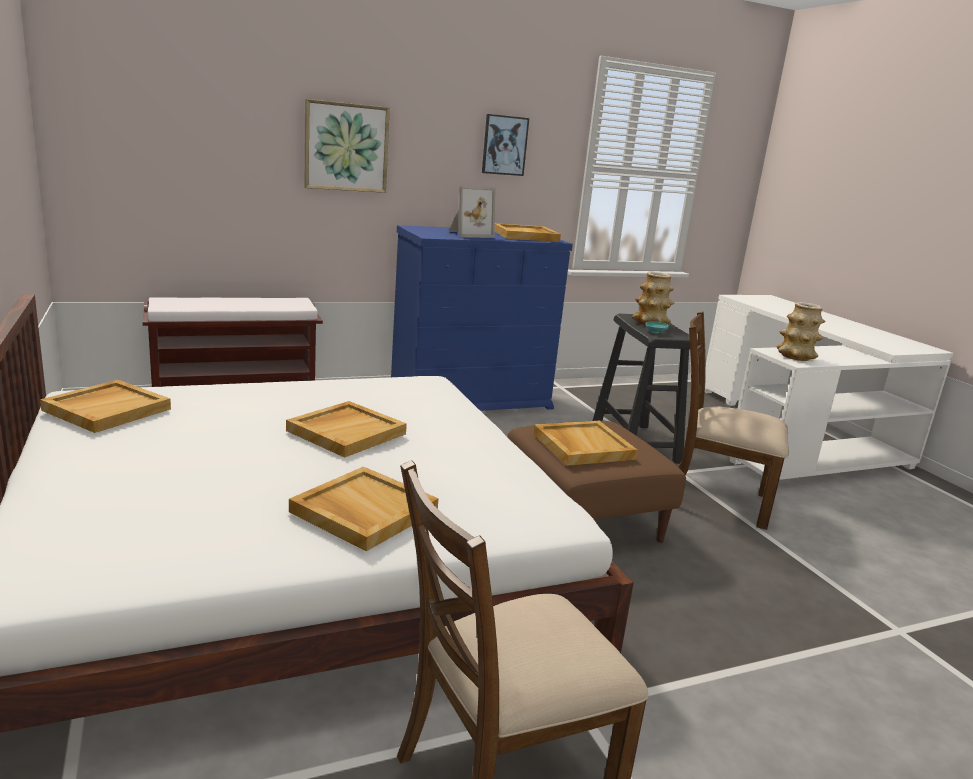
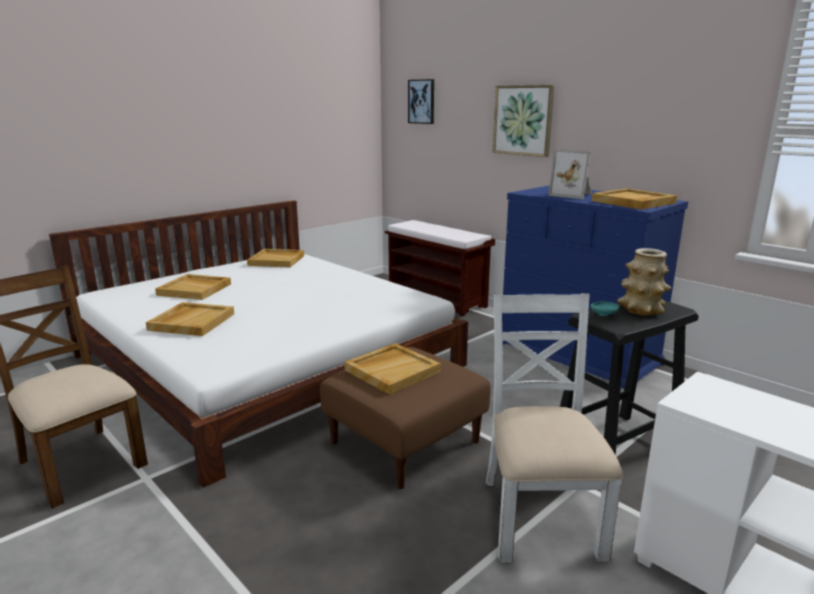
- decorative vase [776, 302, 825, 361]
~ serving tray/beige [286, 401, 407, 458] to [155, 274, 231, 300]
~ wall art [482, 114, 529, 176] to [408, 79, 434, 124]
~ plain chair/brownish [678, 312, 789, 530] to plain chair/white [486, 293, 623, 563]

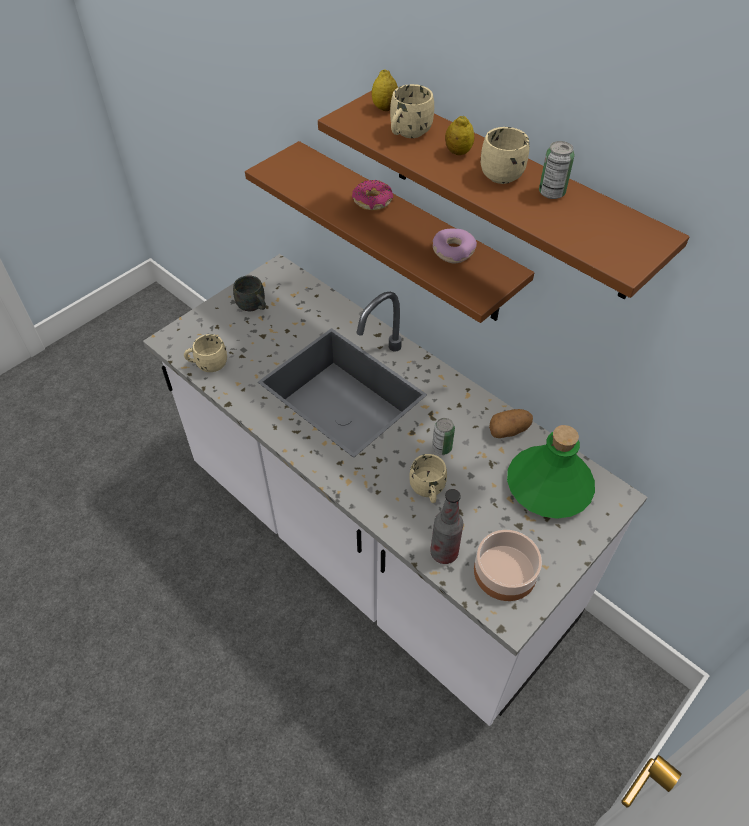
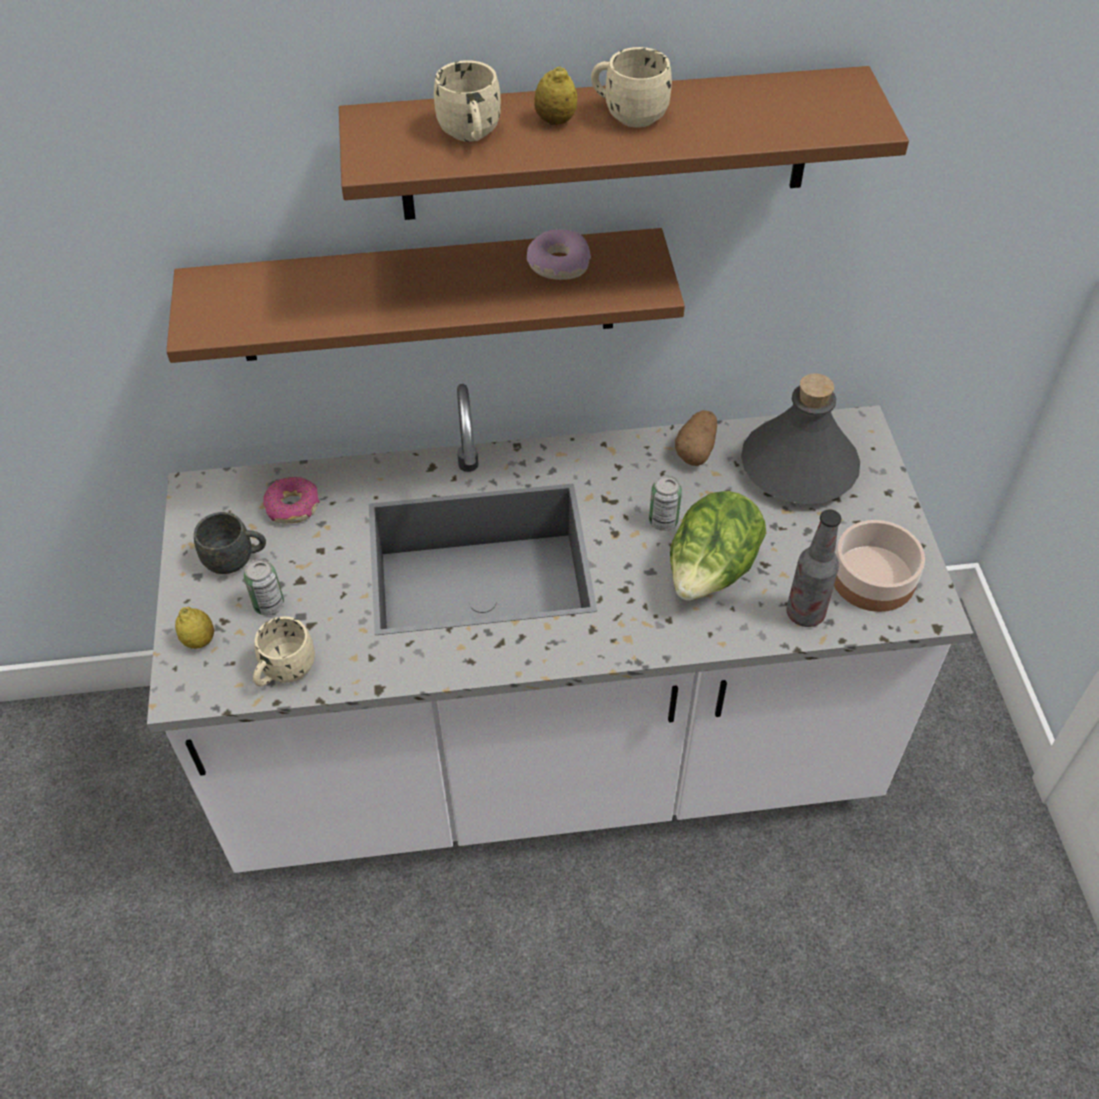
~ donut [352, 180, 393, 210] to [263, 477, 320, 523]
~ citrus fruit [372, 69, 398, 111] to [175, 607, 215, 649]
~ metal can [539, 141, 574, 199] to [244, 559, 284, 616]
~ coffee mug/beige [409, 454, 447, 503] to head of lettuce [670, 491, 766, 601]
~ drink bottle/greenish [507, 425, 595, 519] to drink bottle/gray [741, 373, 860, 504]

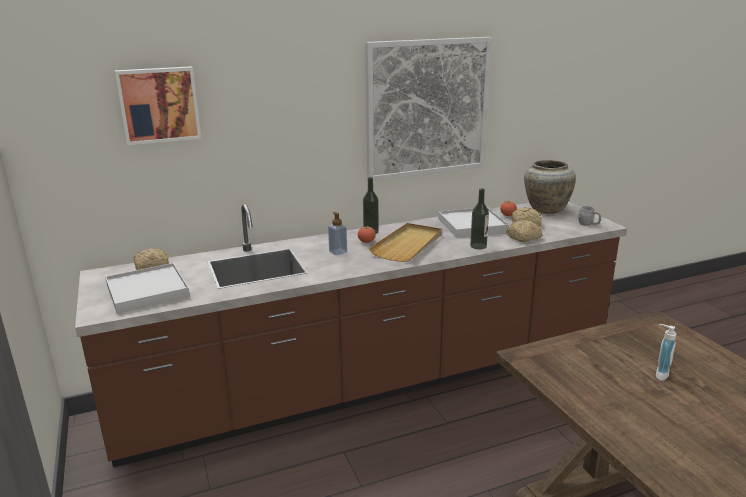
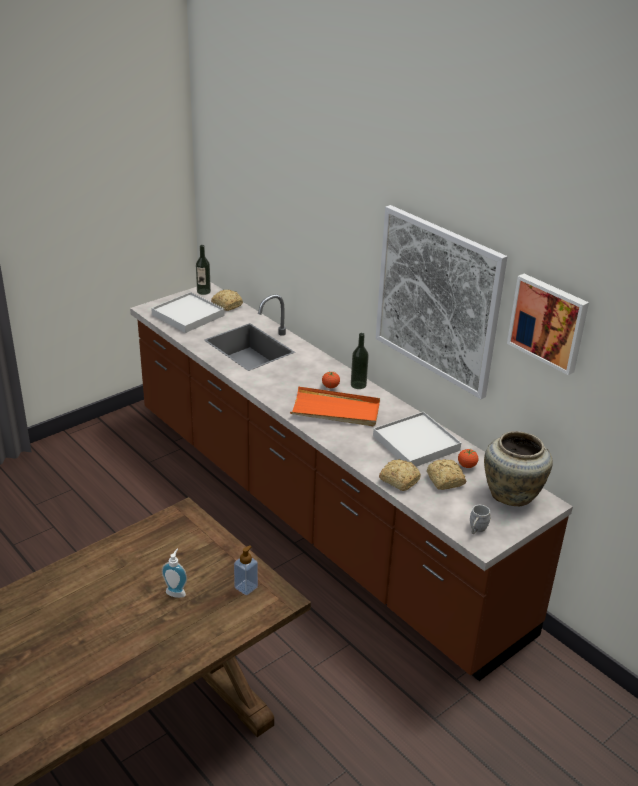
~ wall art [115, 66, 201, 145] to [507, 274, 589, 375]
~ soap bottle [328, 212, 347, 255] to [234, 545, 258, 595]
~ drink bottle [470, 188, 489, 249] to [196, 245, 211, 295]
~ serving tray/beige [369, 223, 442, 262] to serving tray/orange-coloured [290, 386, 380, 426]

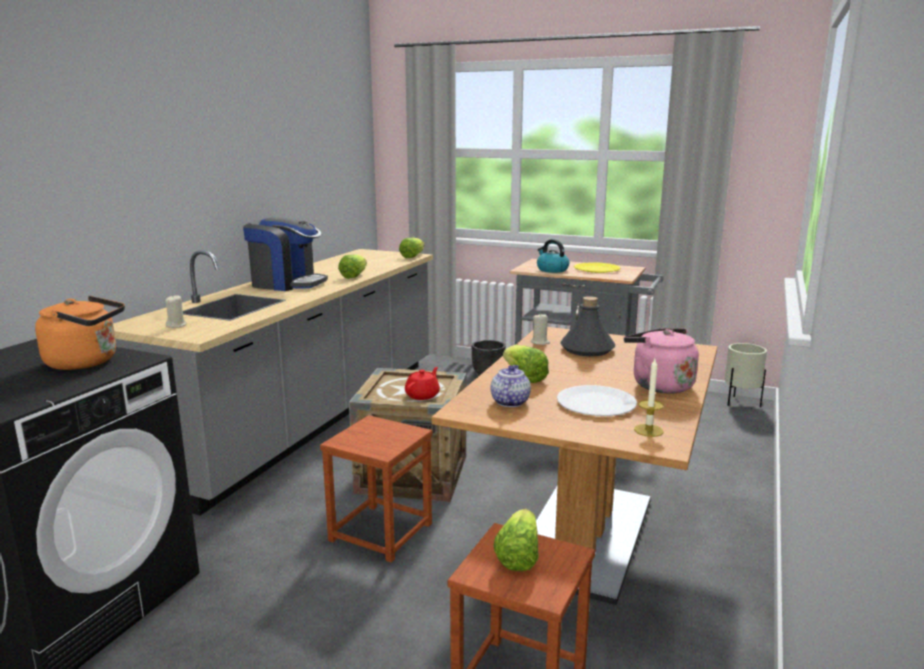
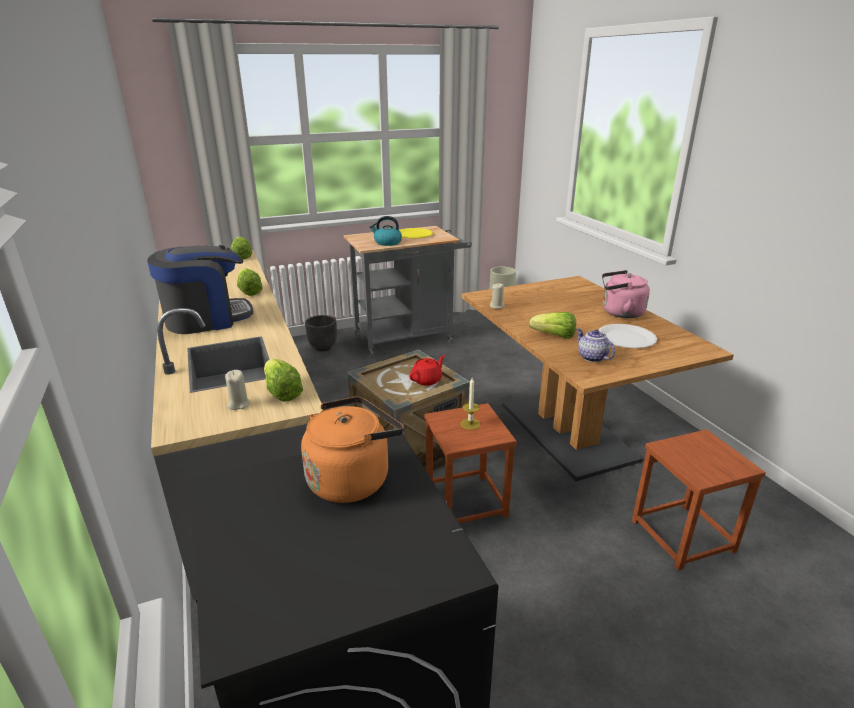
- drink bottle/gray [560, 296, 615, 356]
~ head of lettuce [493, 509, 538, 571] to [264, 358, 303, 402]
~ wax light [634, 359, 664, 437] to [460, 378, 481, 430]
~ tea pot/red [405, 367, 440, 400] = [409, 355, 445, 386] 60 degrees clockwise

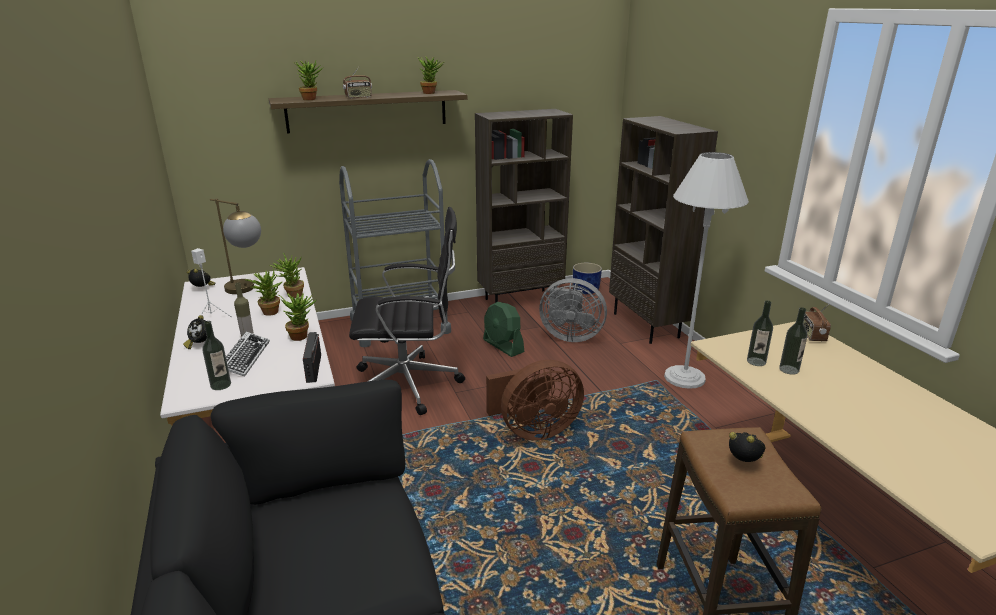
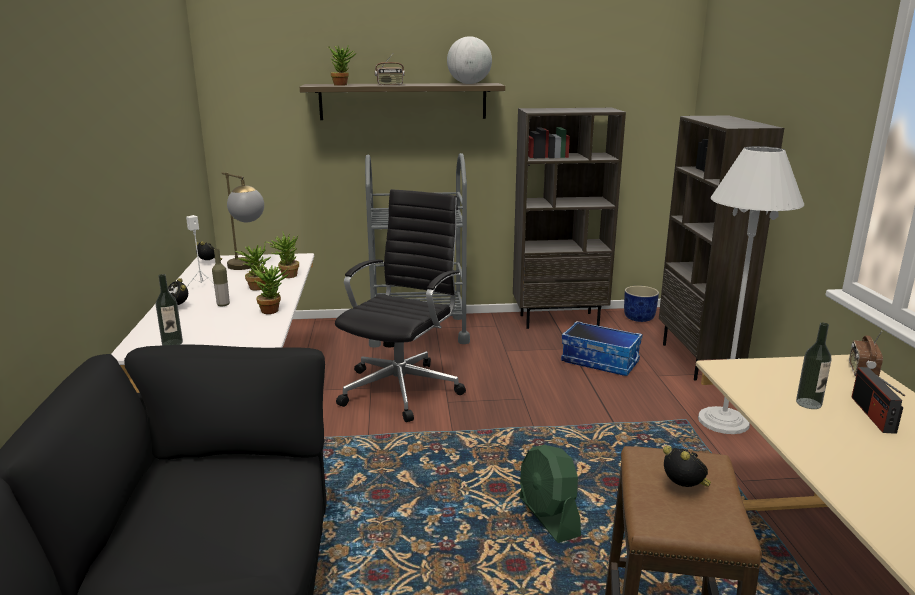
- computer keyboard [226, 332, 270, 377]
- fan/brownish [486, 360, 584, 440]
- drink bottle [747, 300, 773, 366]
~ radio receiver [303, 332, 321, 383] to [851, 367, 905, 434]
~ fan/greenish [483, 302, 525, 357] to [519, 445, 581, 543]
~ potted plant [418, 57, 444, 94] to desk globe [447, 36, 492, 84]
~ fan/gray [539, 278, 607, 342] to storage box [561, 321, 642, 376]
~ computer chair/black-coloured [349, 207, 465, 415] = [335, 189, 466, 422] 75 degrees counterclockwise

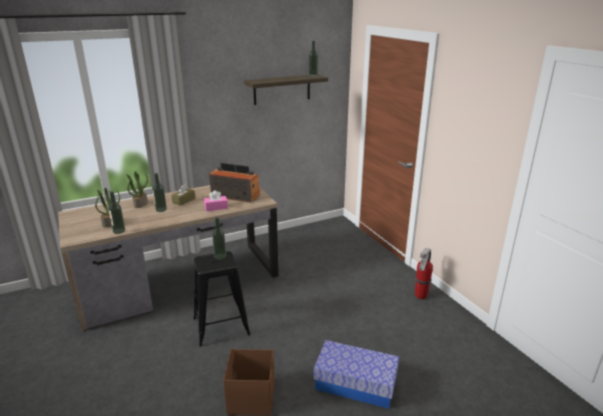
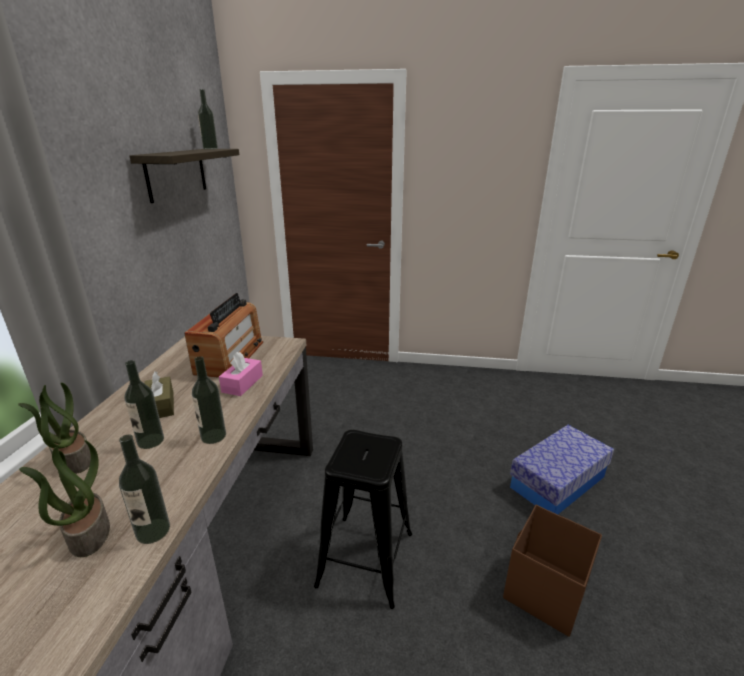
- extinguisher [415, 248, 433, 299]
~ drink bottle [212, 217, 226, 260] to [192, 356, 226, 444]
~ radio receiver [209, 163, 260, 203] = [184, 293, 263, 378] 135 degrees clockwise

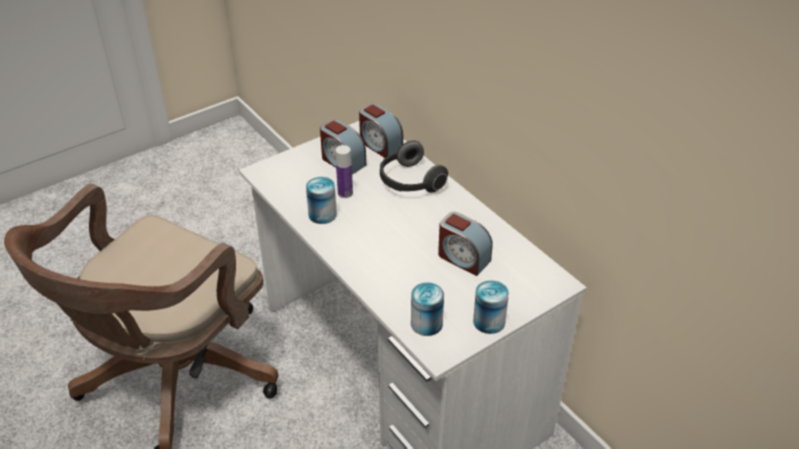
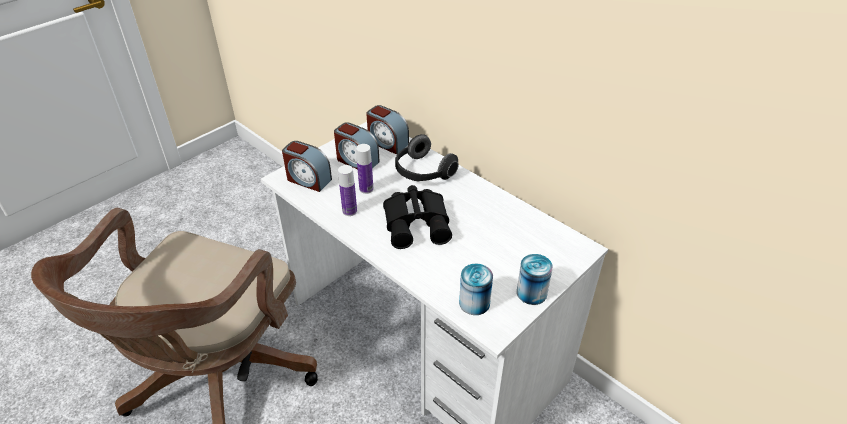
+ field glasses/black-coloured [383, 185, 452, 249]
~ bedside clock [438, 212, 493, 276] to [282, 141, 332, 192]
~ metal can [306, 177, 337, 224] to drink bottle [338, 165, 357, 216]

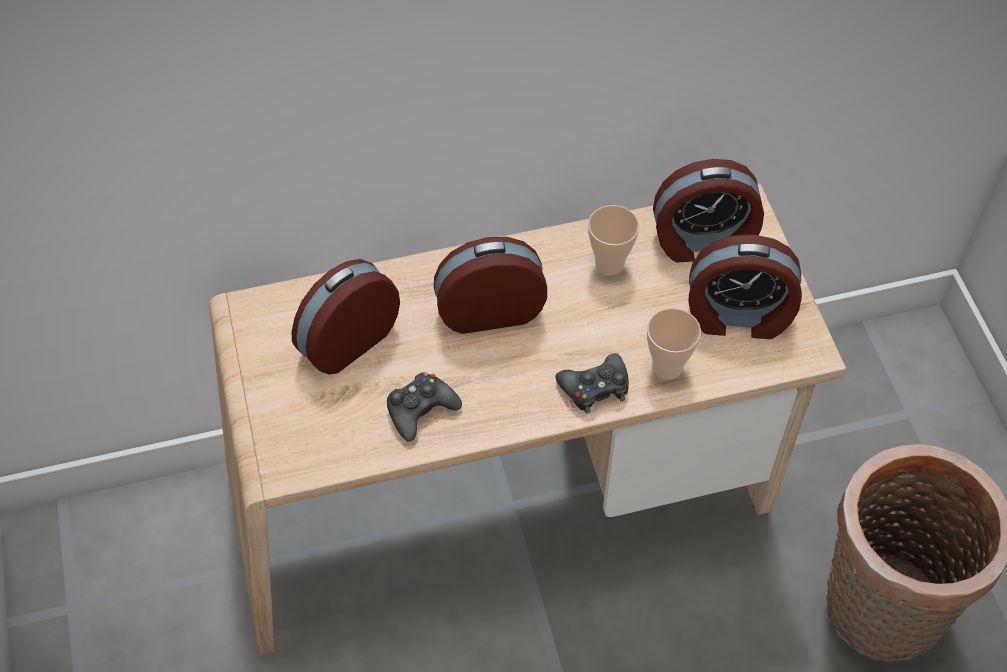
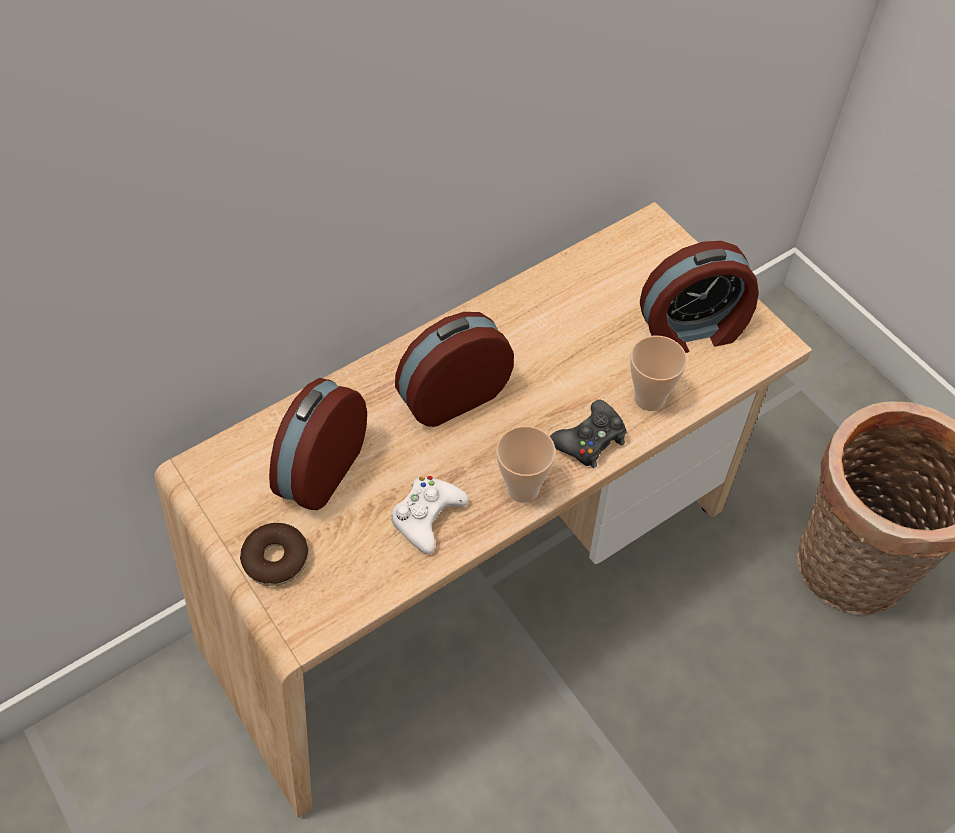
- bedside clock [653, 159, 764, 263]
+ donut [240, 523, 309, 586]
~ drinking cup [588, 205, 639, 276] to [496, 426, 556, 503]
~ joypad/black-coloured [387, 372, 462, 442] to joypad/white [391, 476, 469, 554]

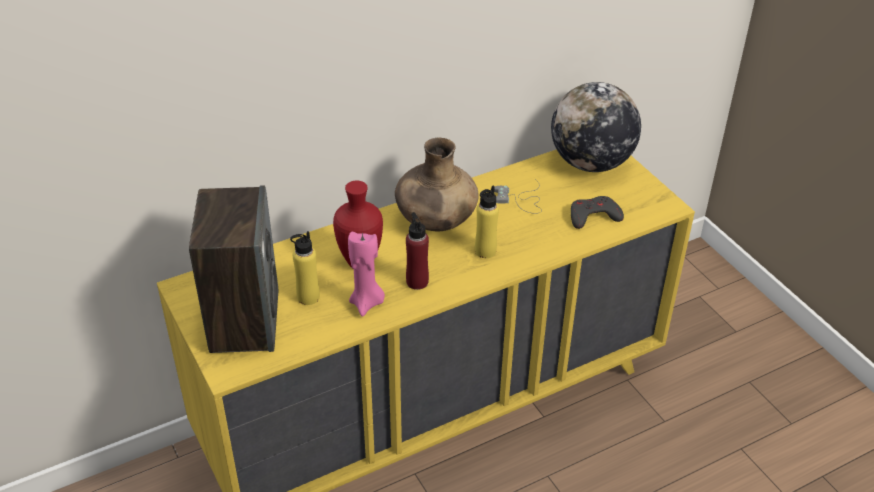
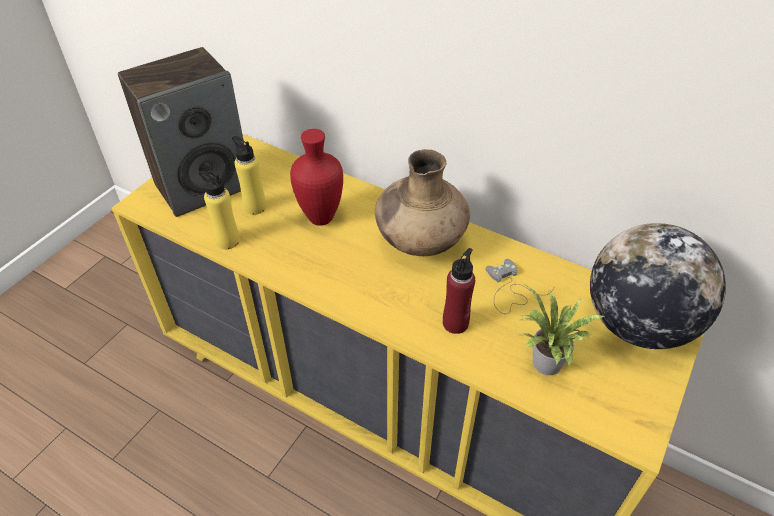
- wax light/pink-coloured [348, 232, 385, 317]
~ drink bottle/red [406, 212, 429, 290] to [443, 248, 475, 334]
~ drink bottle/yellow-coloured [475, 186, 499, 258] to [199, 170, 240, 249]
~ joypad/gray [571, 196, 624, 229] to potted plant [519, 284, 606, 375]

